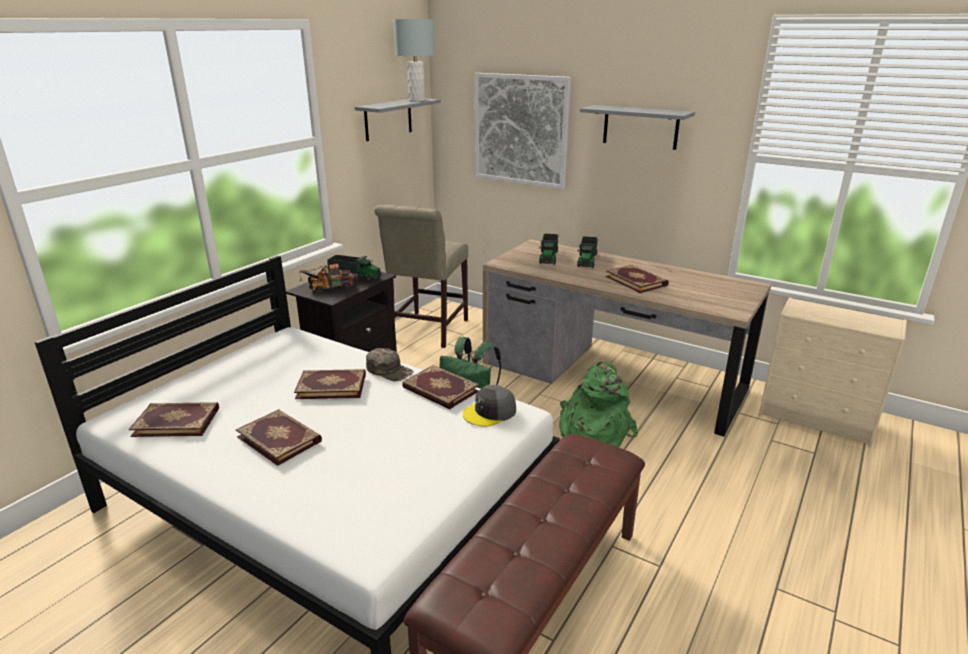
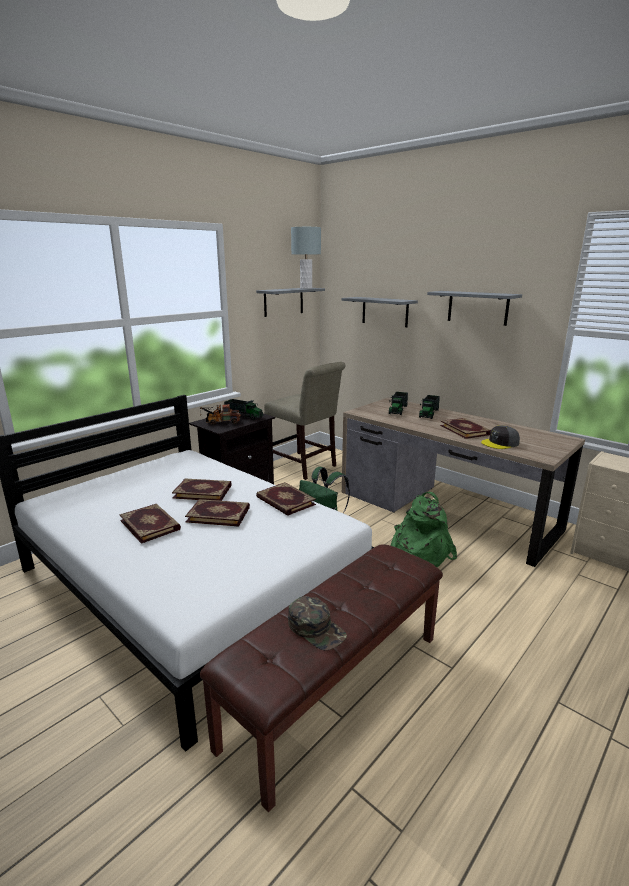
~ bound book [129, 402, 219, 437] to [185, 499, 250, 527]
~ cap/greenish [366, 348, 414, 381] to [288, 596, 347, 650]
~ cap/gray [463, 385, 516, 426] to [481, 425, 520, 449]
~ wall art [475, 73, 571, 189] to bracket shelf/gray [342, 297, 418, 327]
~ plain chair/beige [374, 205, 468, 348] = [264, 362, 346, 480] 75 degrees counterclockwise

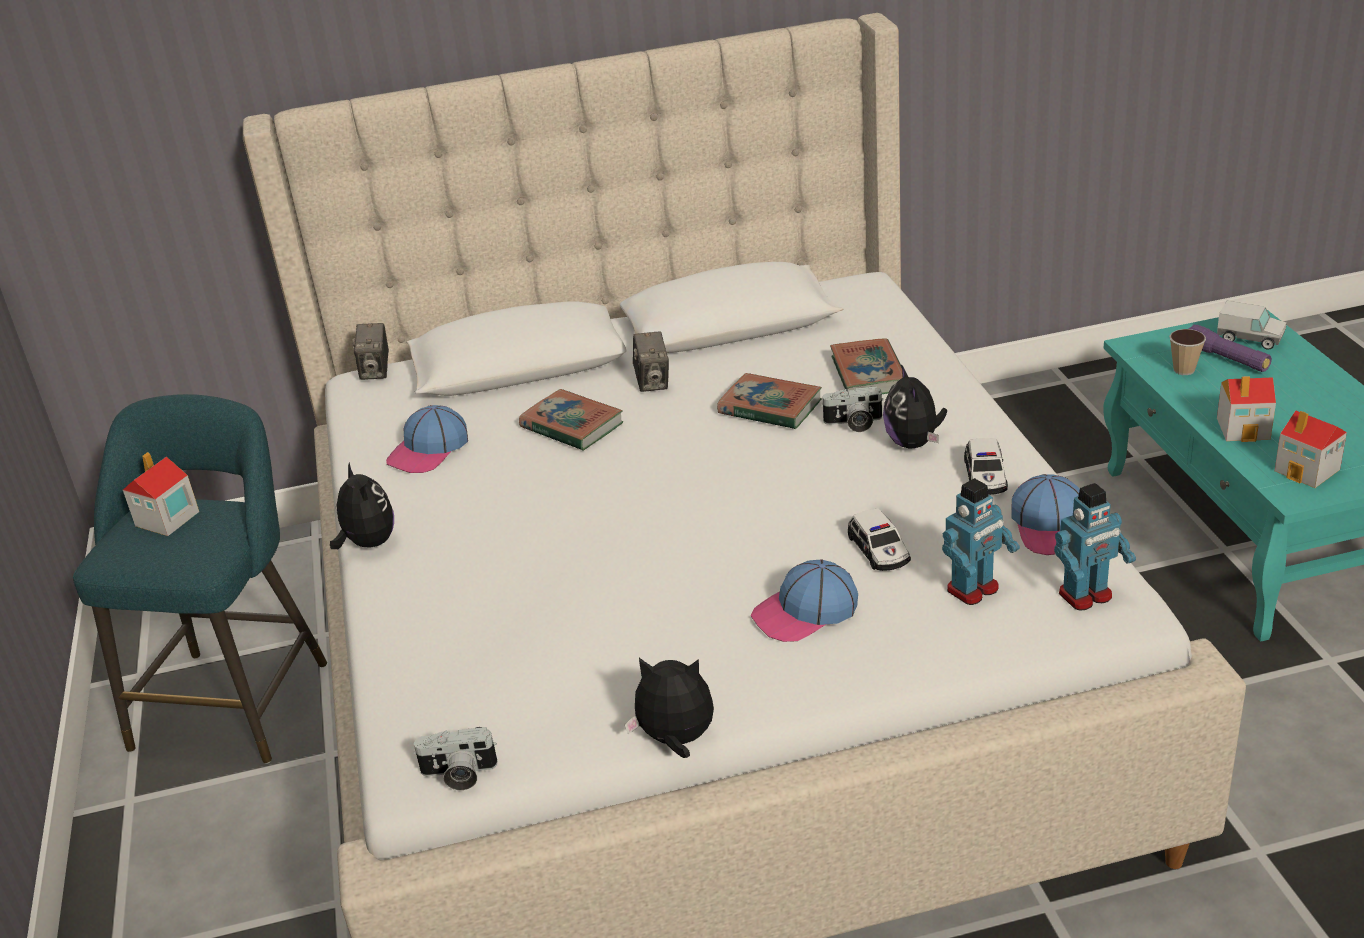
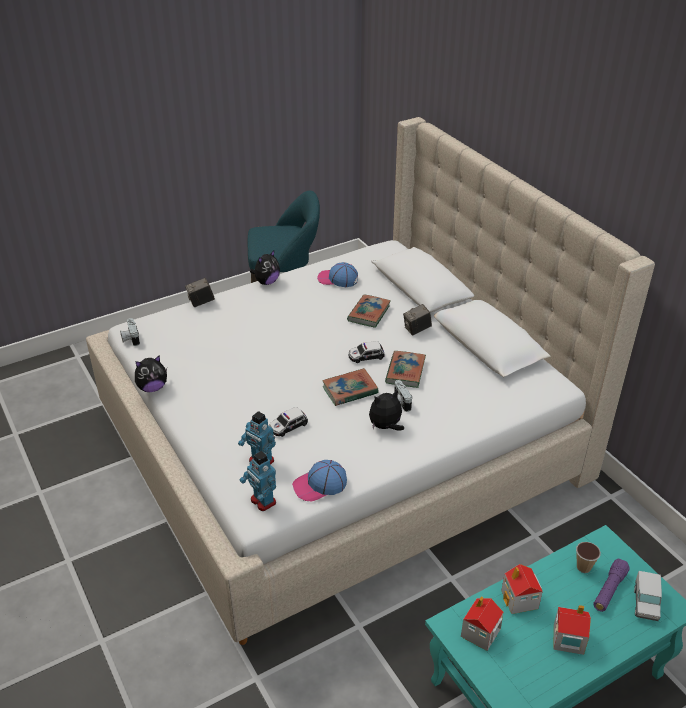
- cap [751, 559, 858, 642]
~ toy house [123, 452, 199, 536] to [553, 605, 591, 655]
~ photo camera [352, 323, 389, 380] to [185, 278, 215, 307]
~ bound book [830, 338, 903, 394] to [322, 368, 379, 406]
~ model car [964, 438, 1008, 495] to [348, 341, 384, 363]
~ plush toy [624, 658, 714, 758] = [135, 355, 167, 392] 75 degrees clockwise

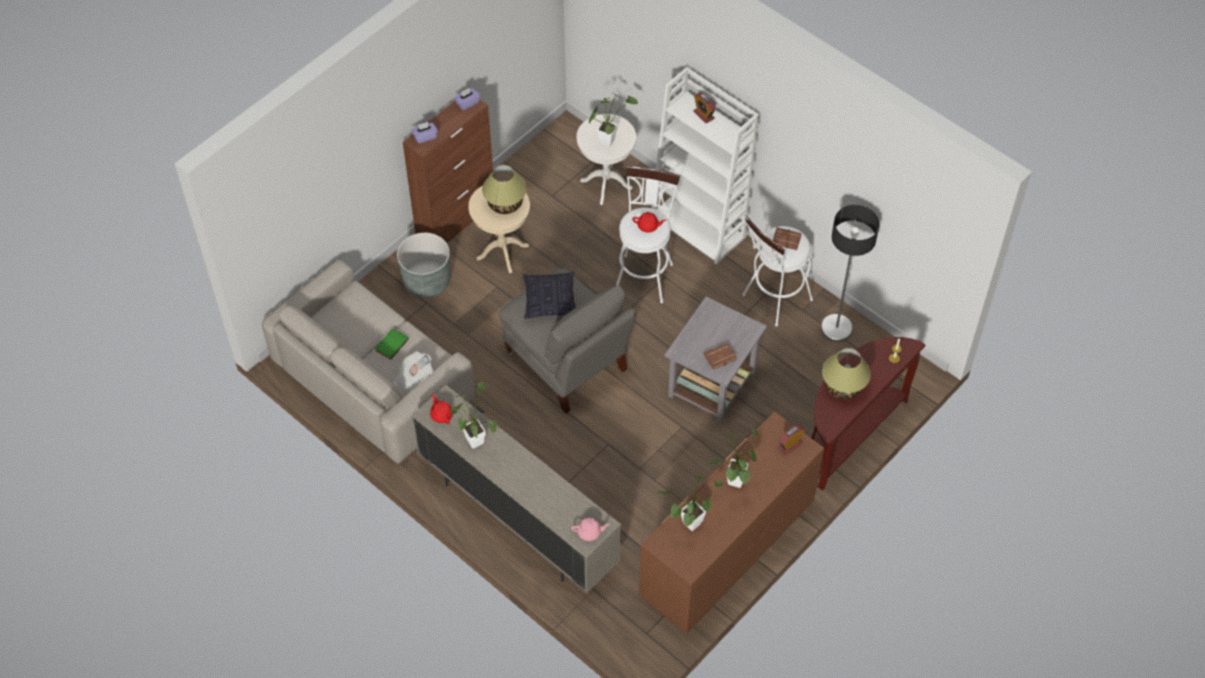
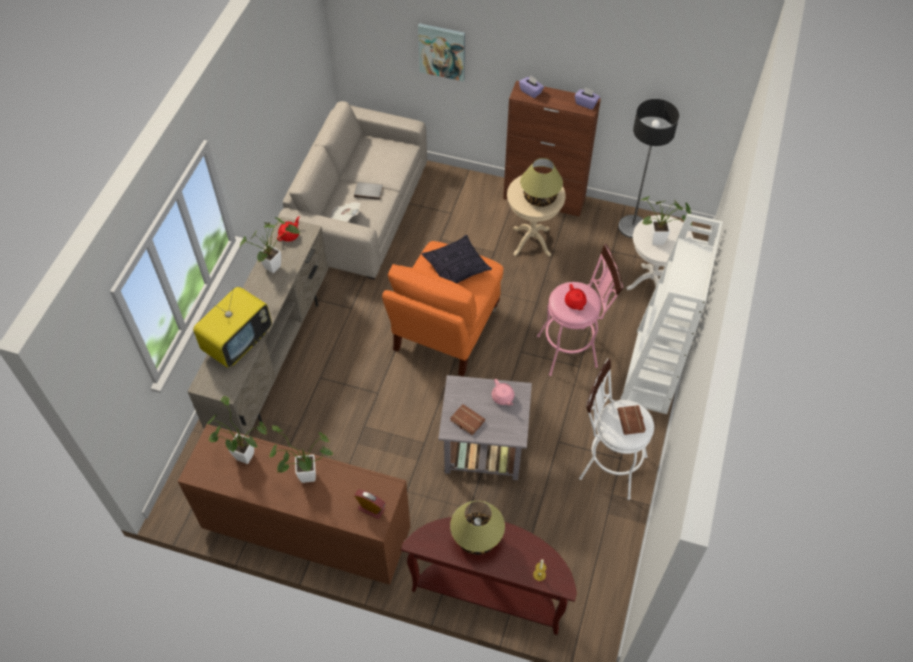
- plant pot/gray [397, 233, 450, 298]
- bedside clock [693, 93, 716, 124]
+ television [193, 287, 272, 367]
+ wall art [418, 23, 465, 81]
~ tea pot/pink-coloured [571, 518, 610, 541] to [492, 379, 514, 406]
~ standard lamp [821, 205, 879, 342] to [618, 99, 679, 238]
~ bound book/greenish [375, 329, 409, 360] to bound book/gray [354, 182, 383, 200]
~ lounge chair/gray [499, 268, 636, 414] to lounge chair/orange-coloured [382, 241, 503, 376]
~ stool seat/white [616, 165, 680, 303] to stool seat/pink-coloured [537, 244, 623, 376]

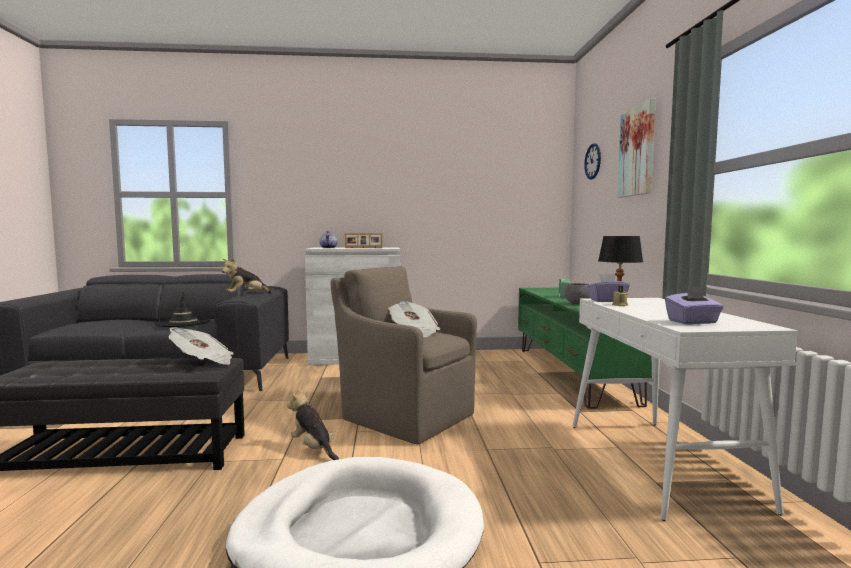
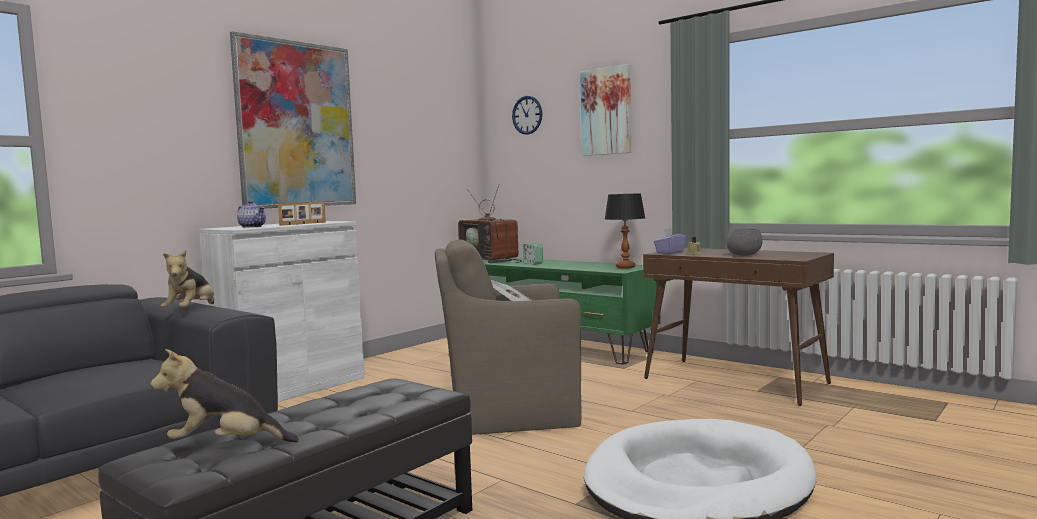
- hat/black-coloured [154, 292, 211, 327]
- printed paper [168, 327, 234, 365]
- tissue holder/purplish [665, 287, 724, 325]
+ wall art [230, 31, 356, 208]
+ television [458, 185, 521, 263]
~ plush toy [287, 388, 339, 460] to [151, 349, 299, 442]
~ bowl/gray [565, 283, 590, 304] to [726, 228, 762, 256]
~ narrow table/white [573, 298, 798, 521] to narrow table/brownish [643, 248, 834, 406]

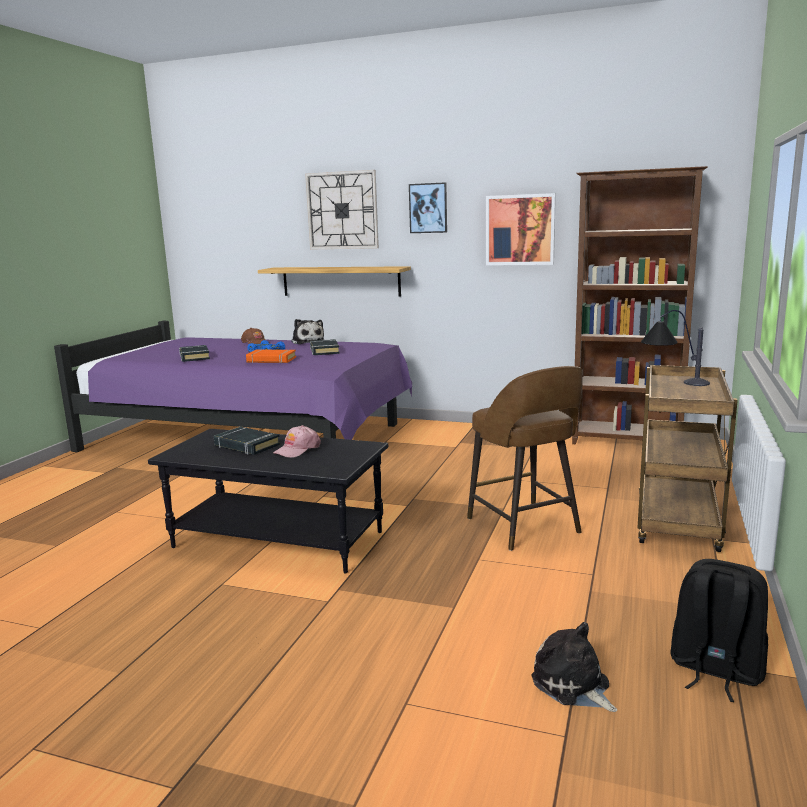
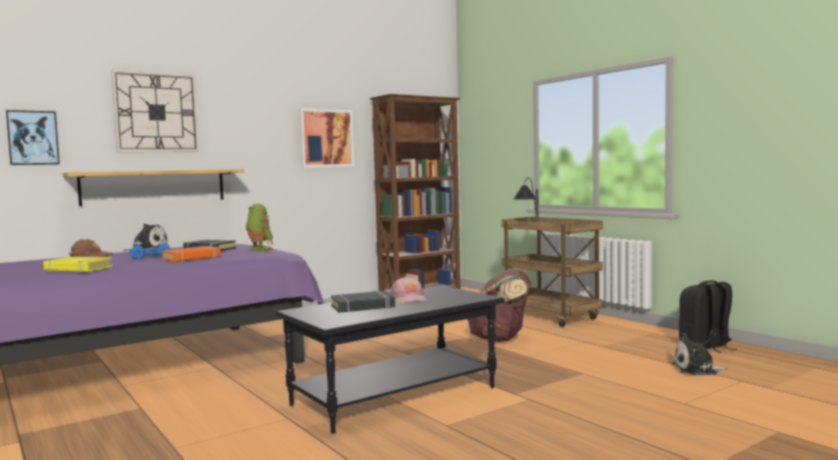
+ toy robot [246, 203, 273, 251]
~ wall art [409, 182, 447, 233] to [6, 110, 60, 165]
~ stool seat/brownish [467, 366, 583, 551] to rucksack/brownish [468, 269, 531, 342]
~ bound book/black-coloured [179, 345, 210, 362] to bound book/yellow-coloured [43, 257, 112, 272]

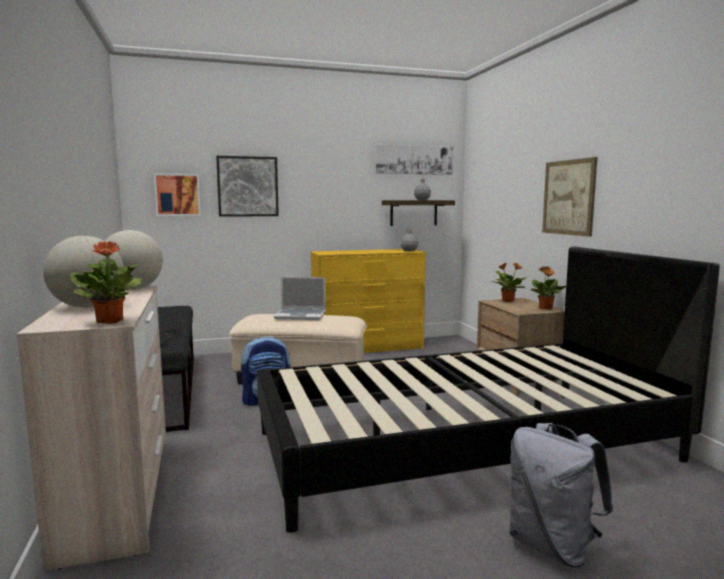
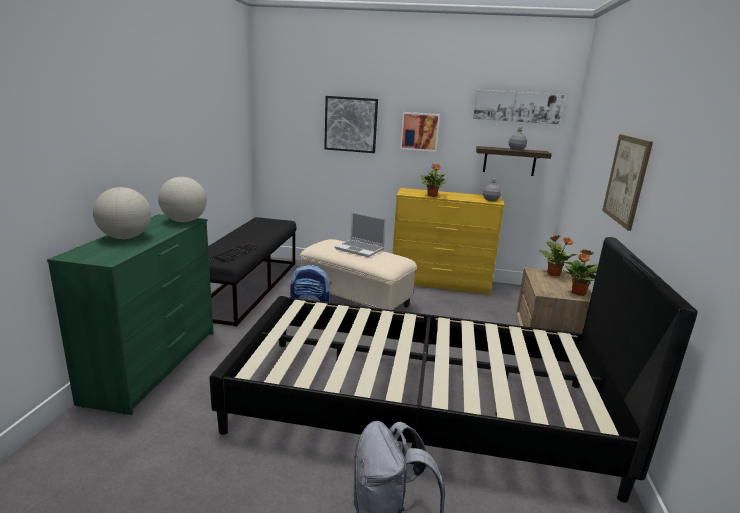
~ potted plant [70, 241, 142, 324] to [421, 164, 446, 197]
~ wall art [154, 173, 201, 216] to [400, 112, 440, 152]
~ dresser/beige [17, 286, 166, 571] to dresser/greenish [47, 214, 213, 415]

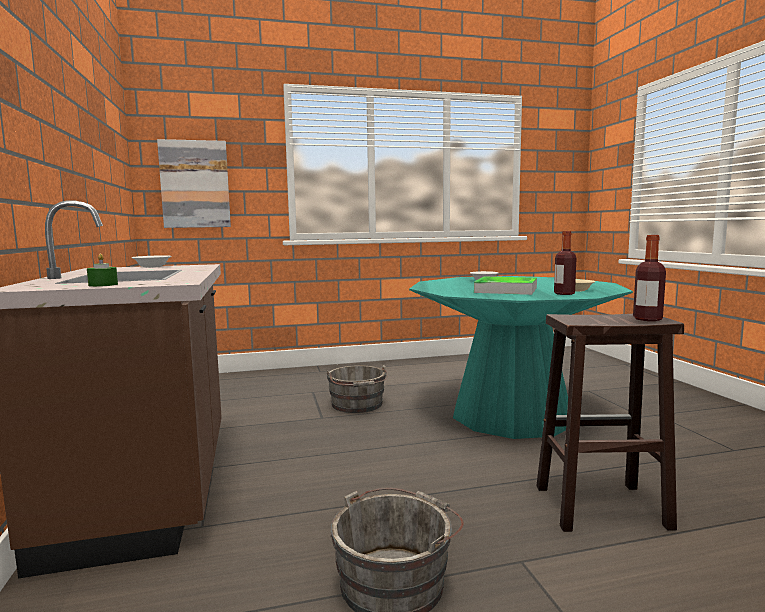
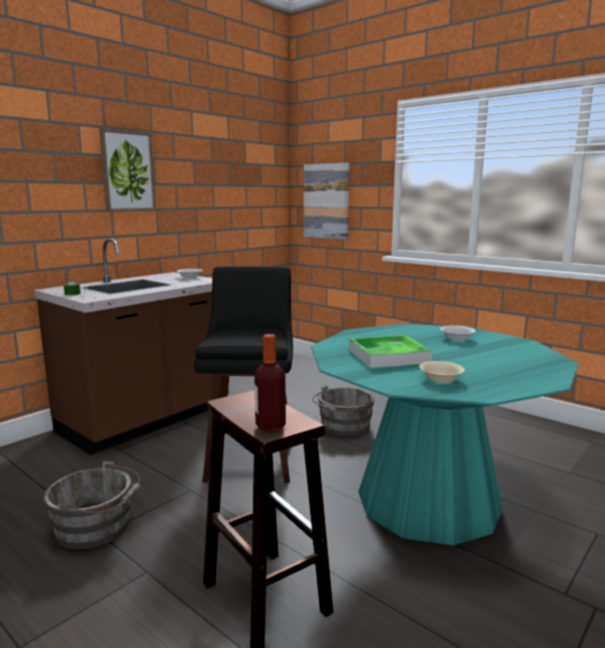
- drink bottle [554, 231, 577, 295]
+ wall art [99, 128, 156, 212]
+ stool seat/black-coloured [194, 266, 293, 483]

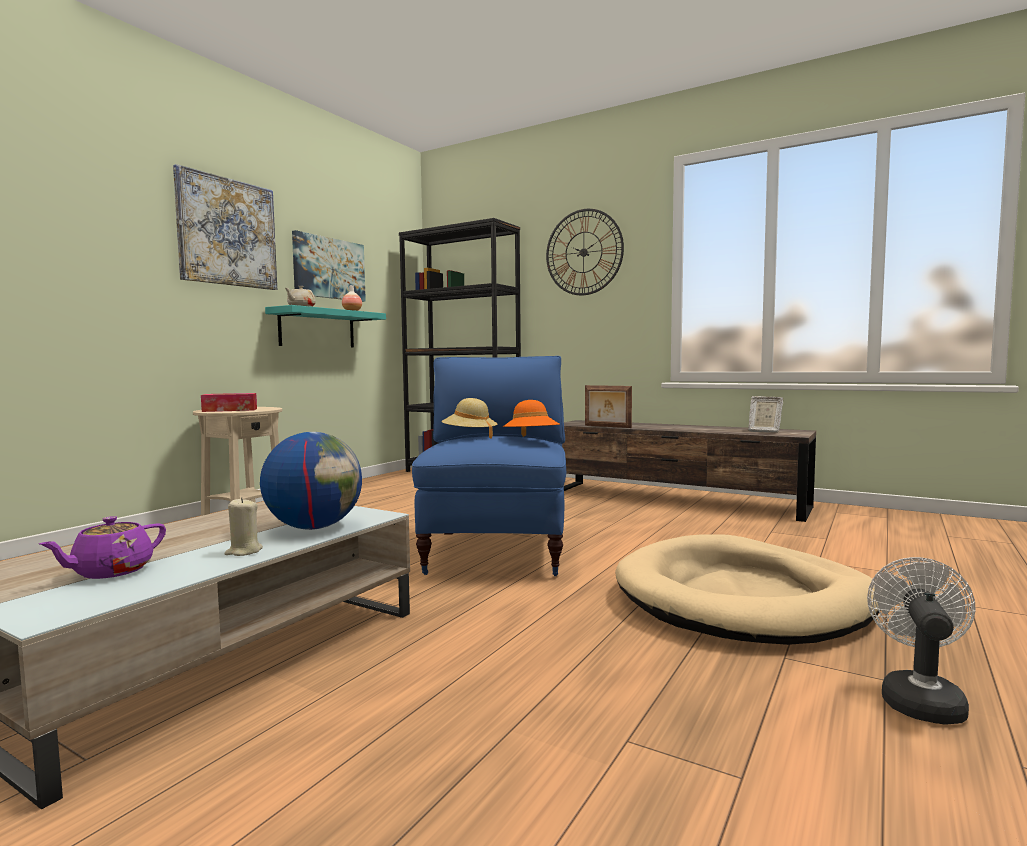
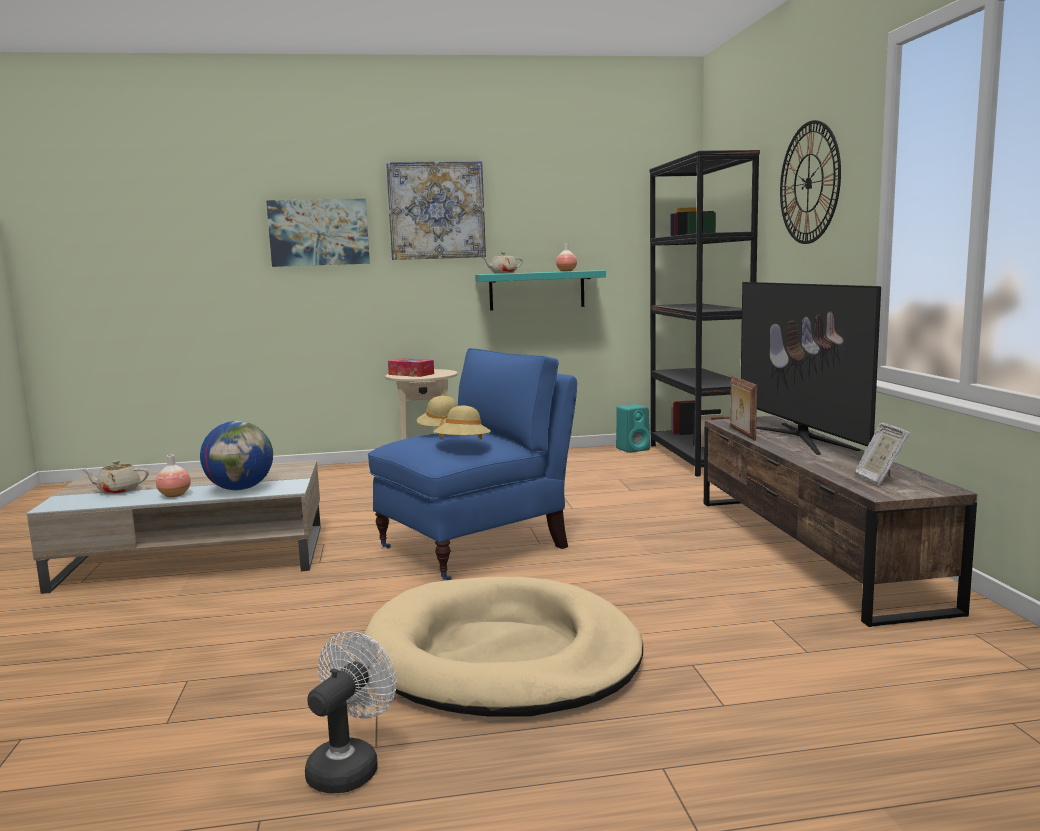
+ speaker/blue-green [616, 404, 650, 453]
+ television [741, 282, 881, 455]
~ wall art [292, 230, 366, 302] to [266, 198, 370, 267]
~ wax light/beige [225, 498, 263, 556] to decorative vase [156, 455, 191, 497]
~ tea pot/purplish [39, 516, 166, 579] to tea pot/beige [81, 460, 149, 494]
~ hat/orange-coloured [503, 400, 560, 437] to hat/beige [433, 406, 491, 440]
~ fan/white [867, 557, 976, 725] = [305, 631, 396, 793] 45 degrees counterclockwise

